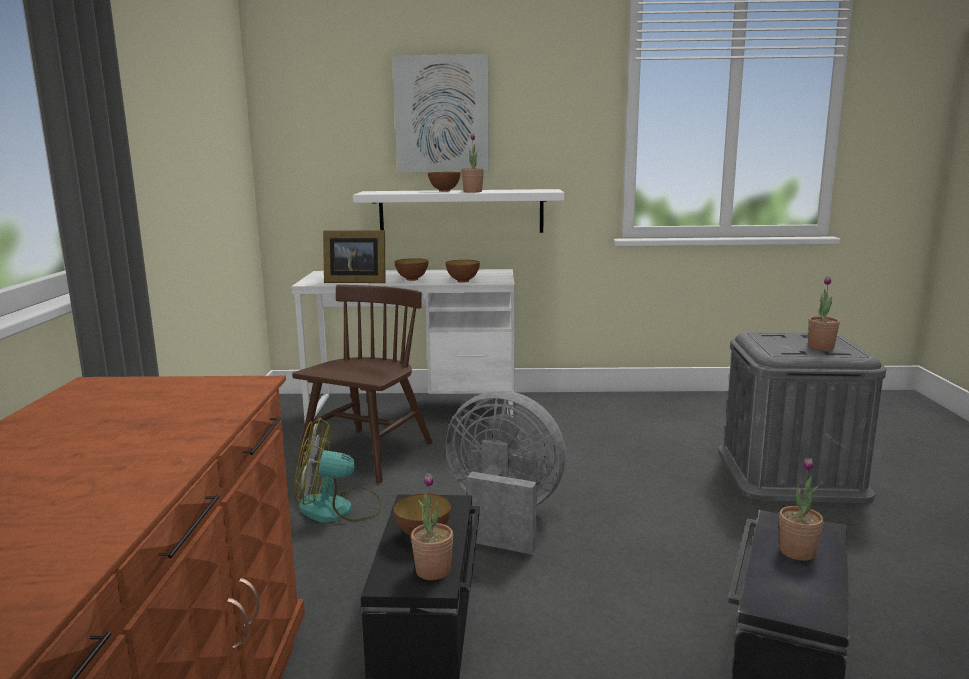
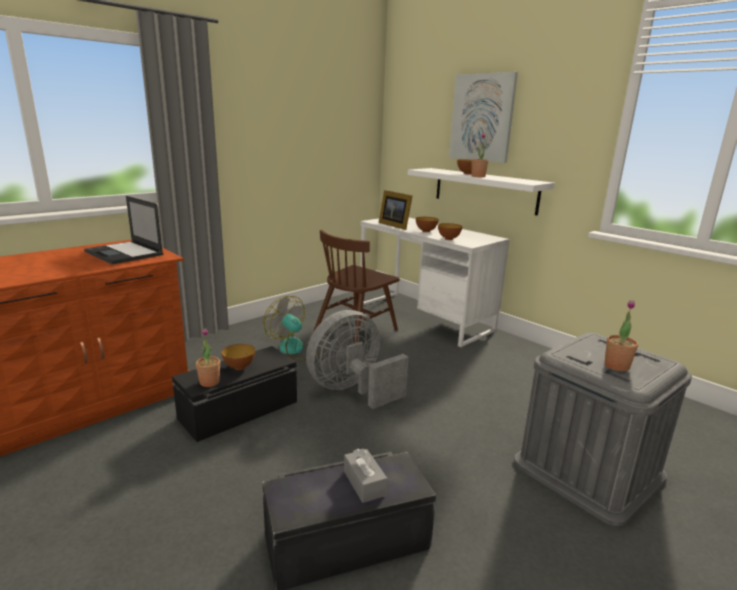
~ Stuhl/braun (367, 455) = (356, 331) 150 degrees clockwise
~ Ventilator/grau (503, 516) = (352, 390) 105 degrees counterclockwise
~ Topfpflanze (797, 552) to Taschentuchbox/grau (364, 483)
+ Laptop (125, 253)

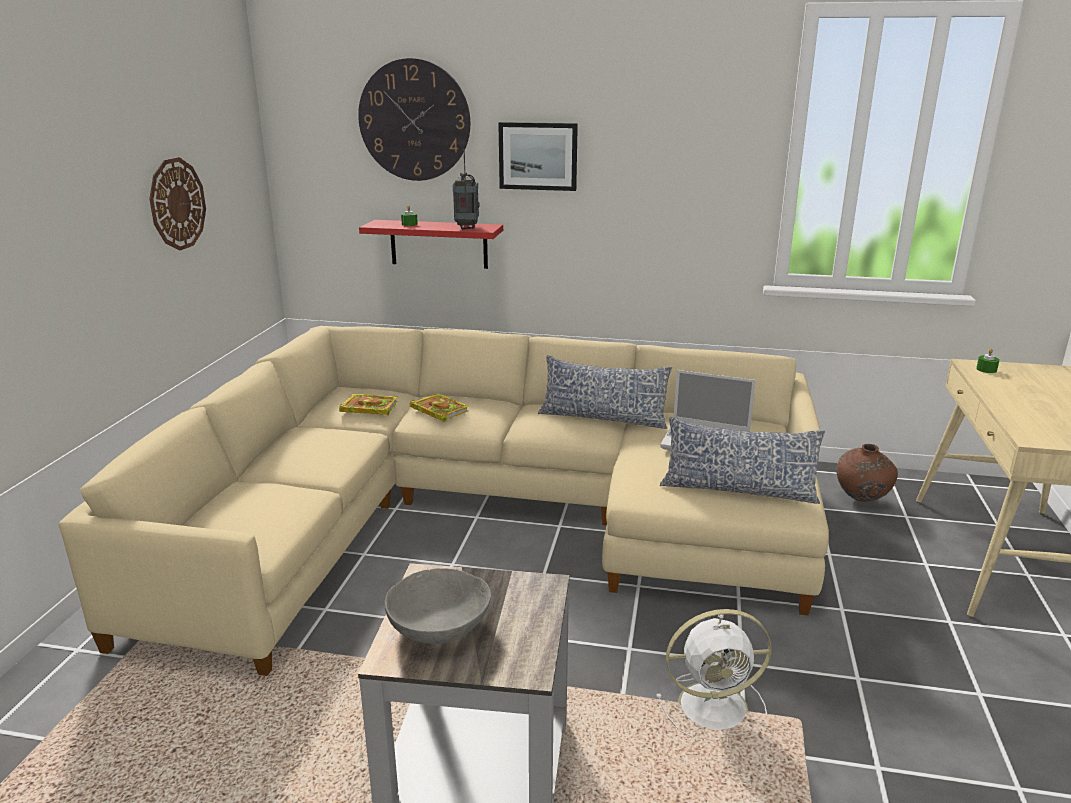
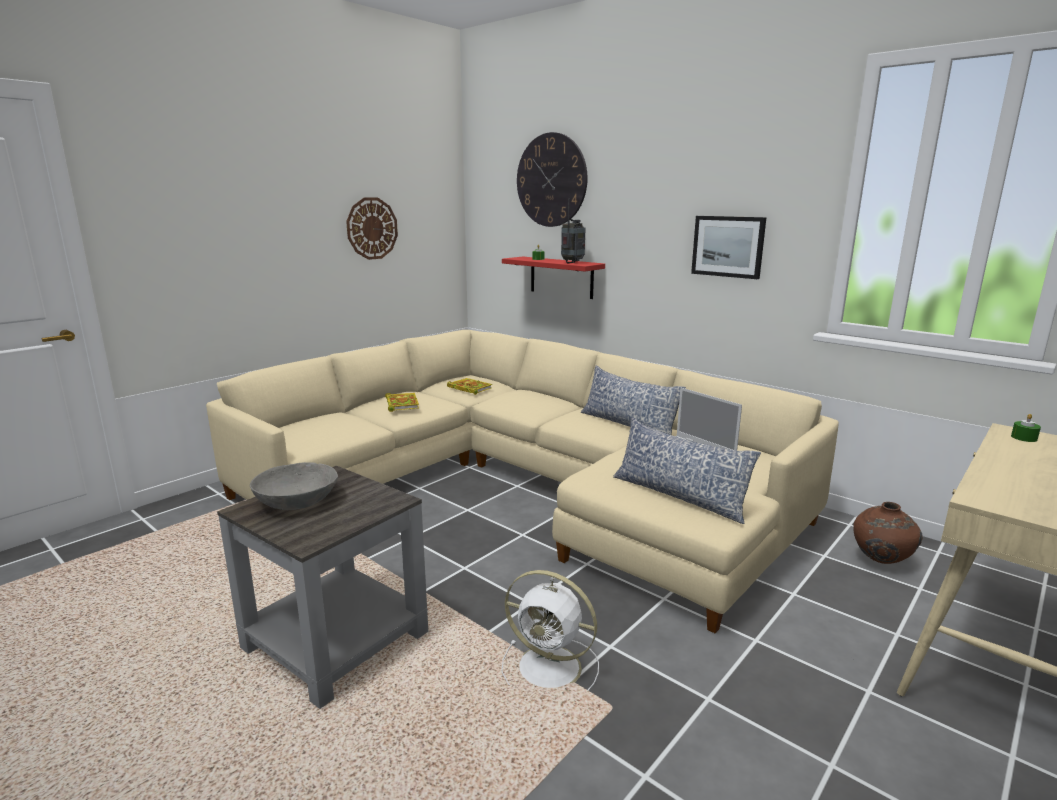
~ Bild (538, 156) to (728, 246)
~ Buch (438, 410) to (401, 404)

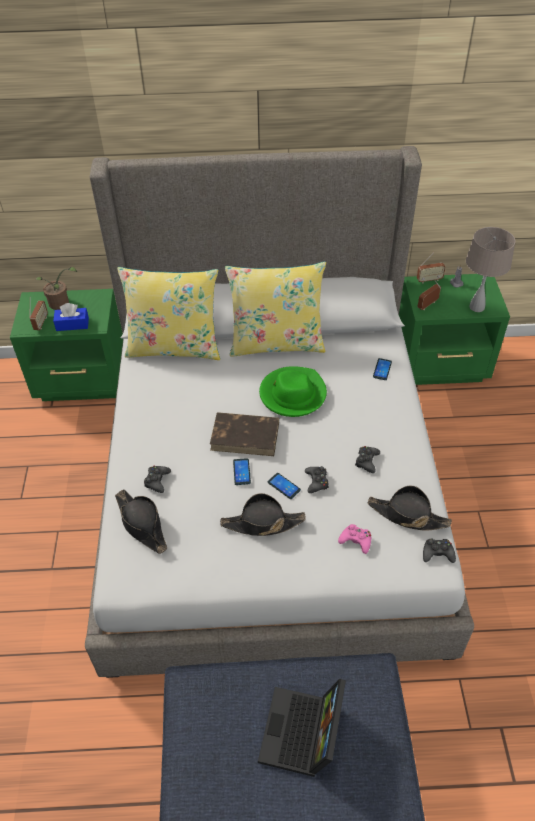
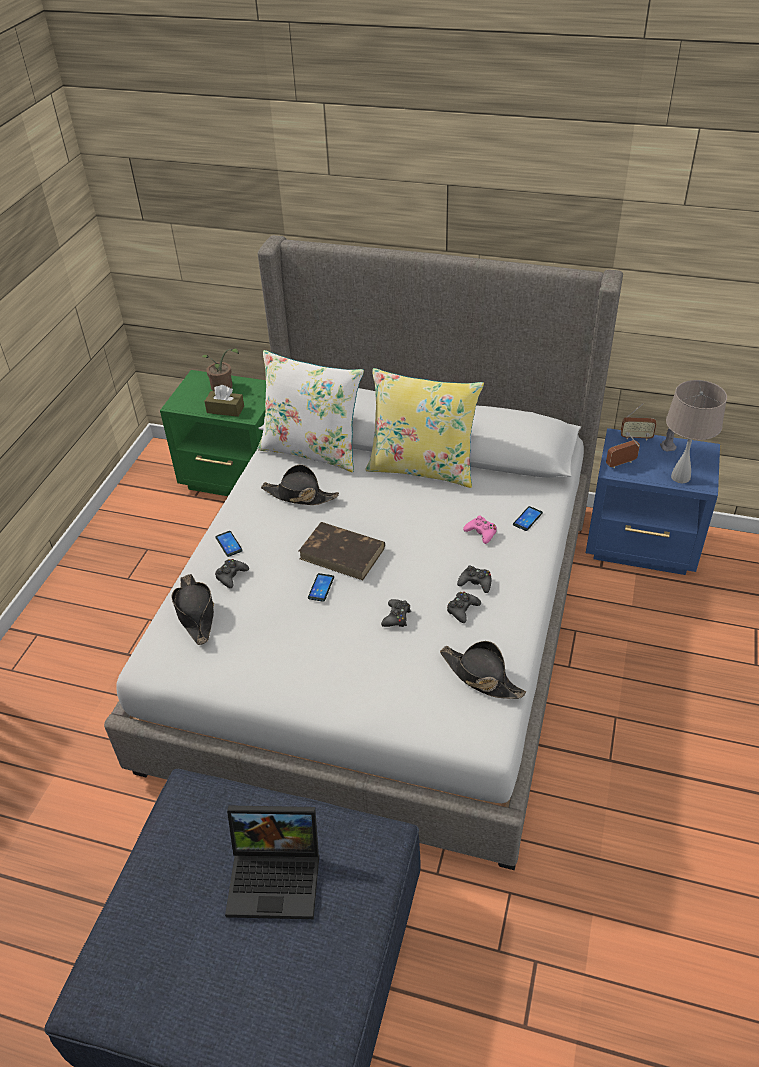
~ Kissen/gelb (174, 347) to Kissen/weiß (312, 450)
~ Nachttisch/grün (441, 365) to Nachttisch/blau (643, 546)
- Radio (41, 323)
~ Taschentuchbox/blau (72, 324) to Taschentuchbox/braun (225, 409)
- Hut/grün (292, 394)
~ Handy (284, 486) to (229, 544)
~ Hut/schwarz (262, 523) to (299, 495)
~ Gamepad/rosa (356, 540) to (481, 533)
~ Gamepad/schwarz (437, 553) to (475, 582)
~ Laptop (302, 735) = (277, 876) 120 degrees counterclockwise

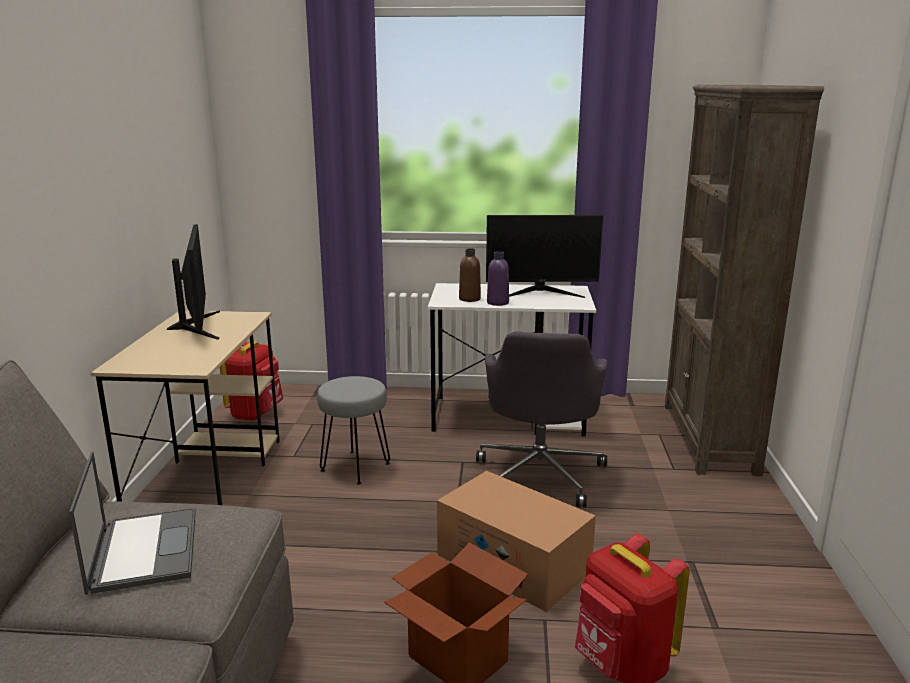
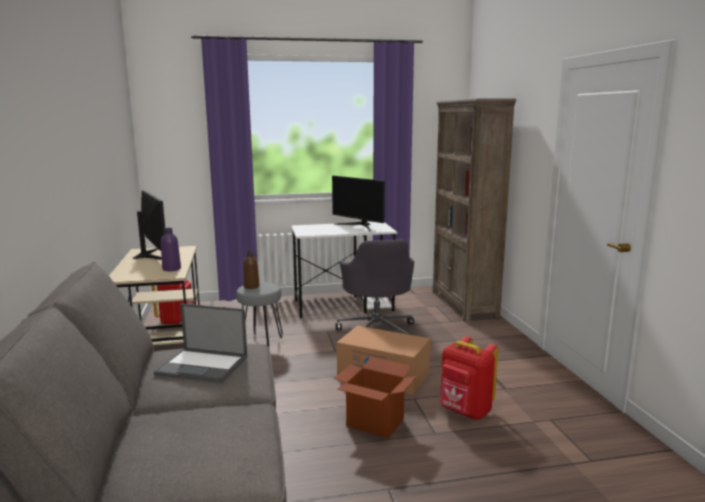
~ Monitor (541, 293) = (359, 226) 60 degrees clockwise
~ Flasche/braun (469, 299) to (251, 286)
~ Flasche/lila (497, 303) to (171, 269)
~ Laptop (144, 549) = (203, 366) 135 degrees clockwise

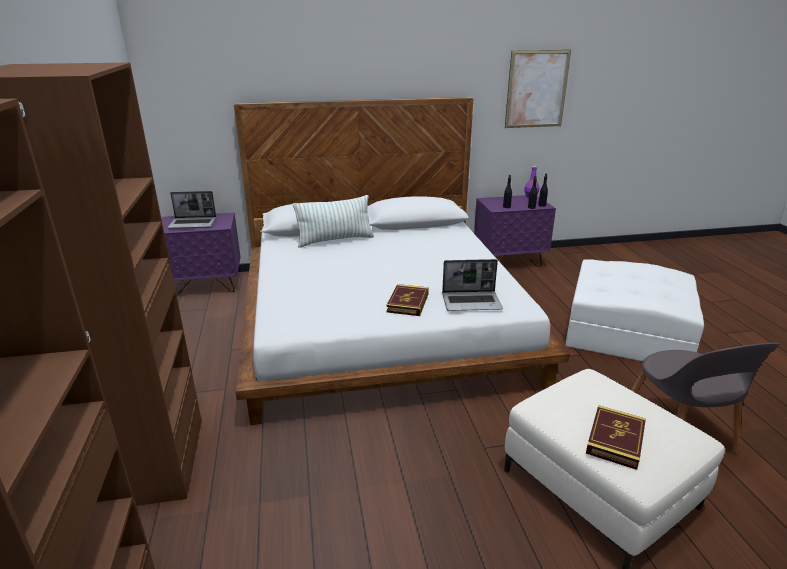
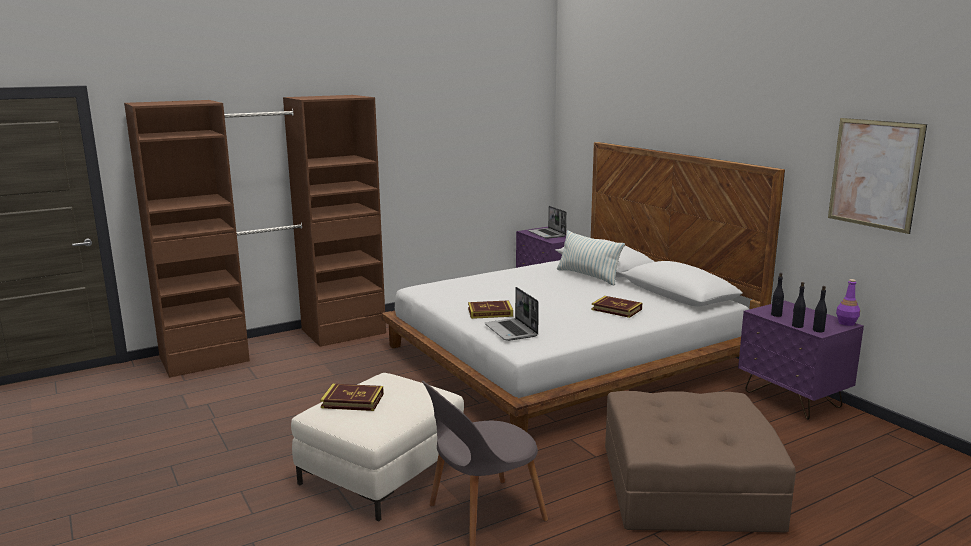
~ Polsterhocker/weiß (627, 330) to Polsterhocker/braun (689, 486)
+ Buch (616, 309)

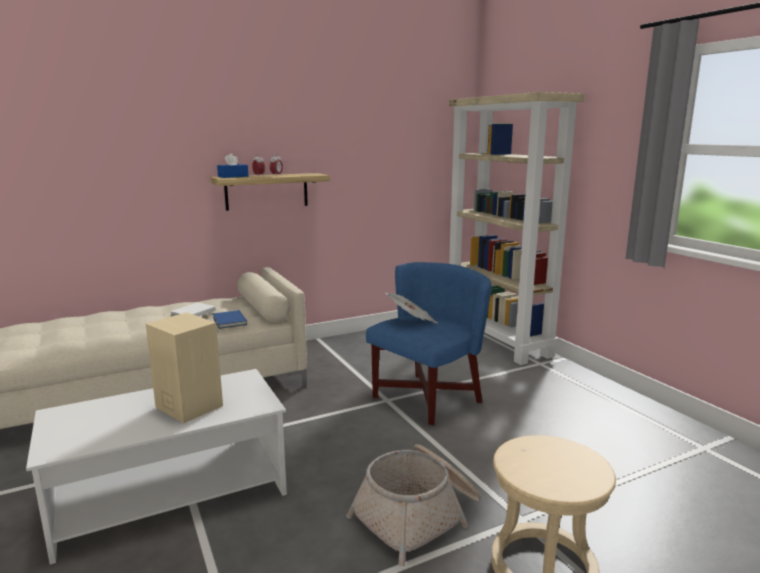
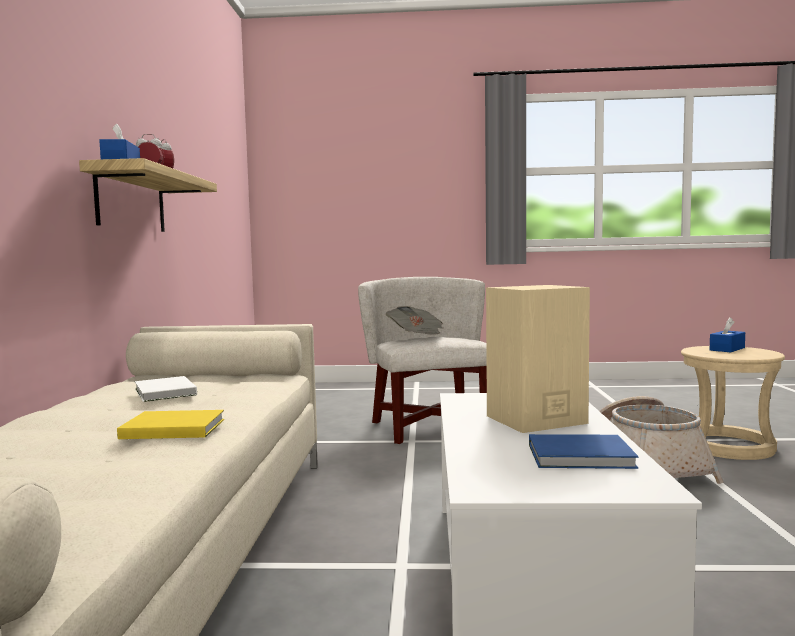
- Bücherregal/beige (498, 340)
~ Sessel/blau (426, 398) to Sessel/weiß (430, 428)
~ Buch/blau (229, 321) to (583, 456)
+ Taschentuchbox/blau (727, 349)
+ Buch/gelb (171, 428)

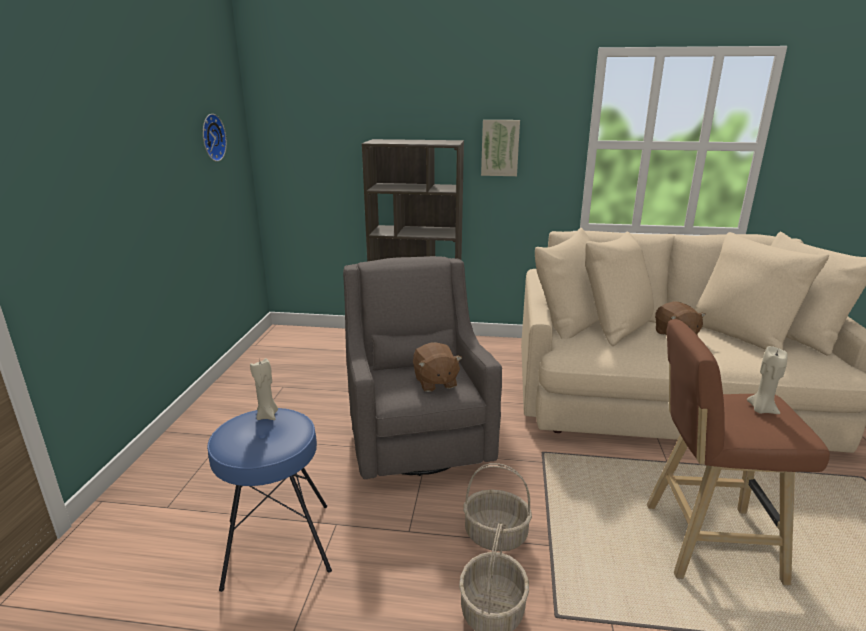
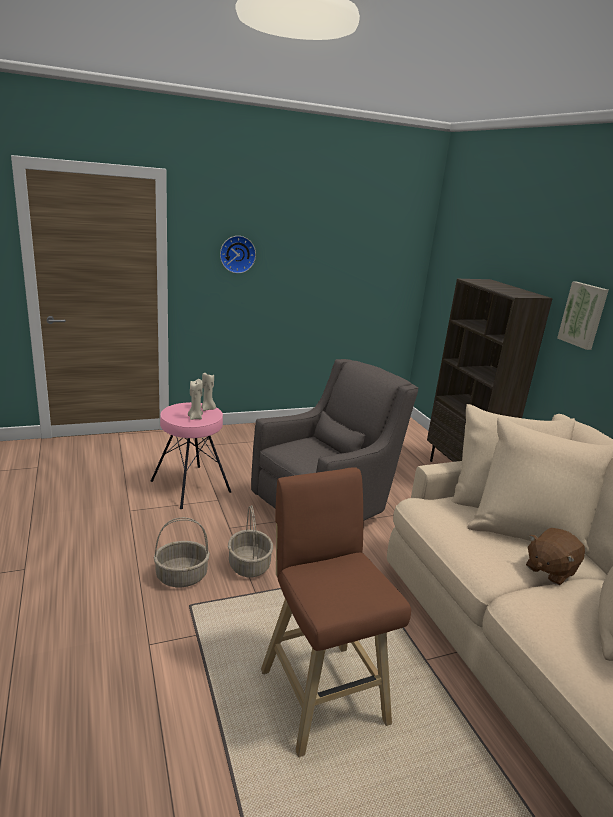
~ Wanduhr (211, 137) to (237, 254)
- Plüschtier/braun (435, 382)
~ Kerze/beige (761, 409) to (195, 417)
~ Hocker/blau (277, 543) to Hocker/rosa (191, 486)

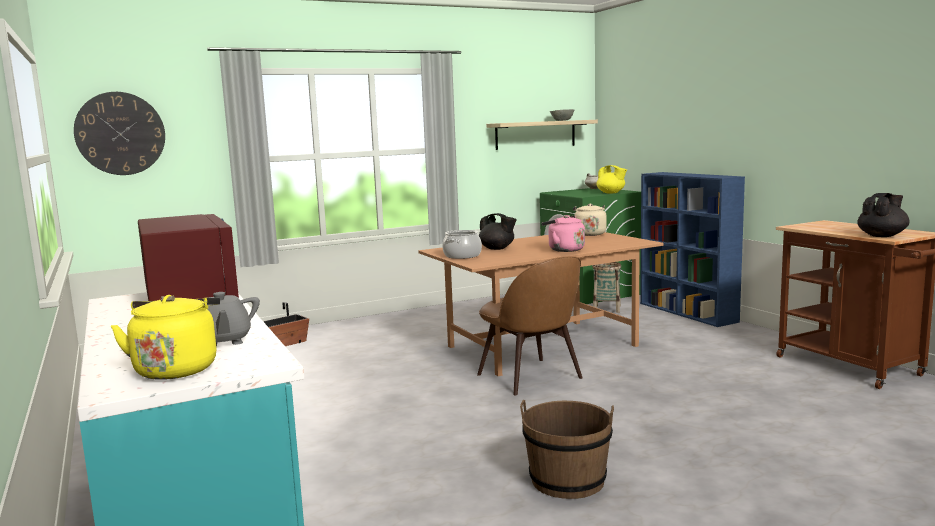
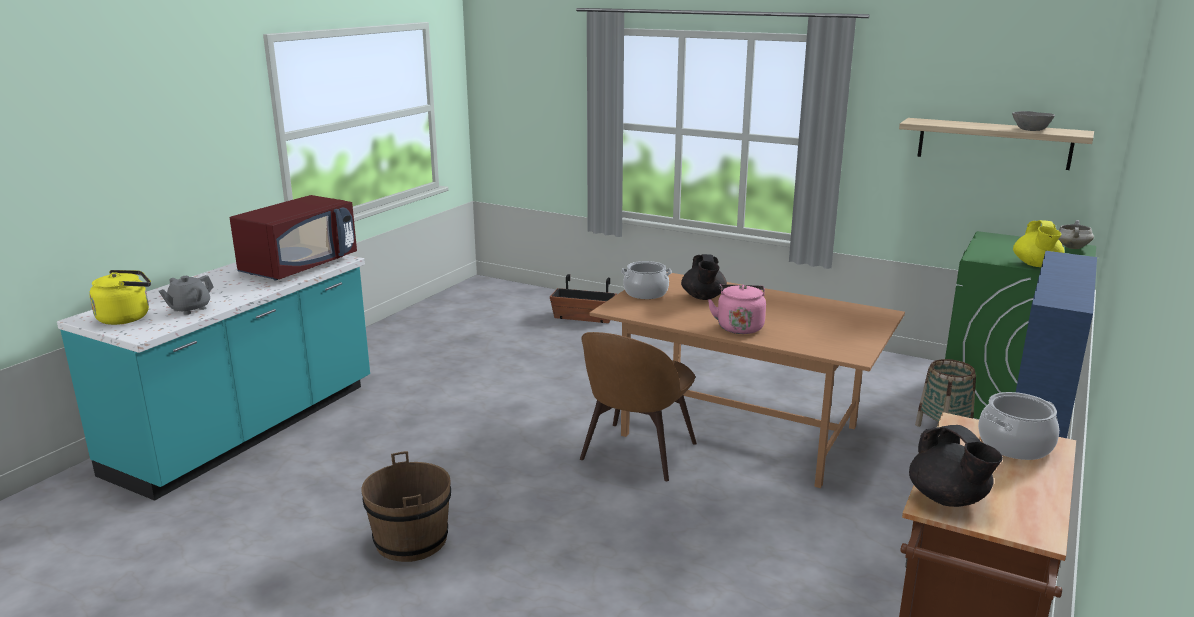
- Wanduhr (120, 133)
~ Teekanne/schwarz (882, 236) = (948, 499) 45 degrees clockwise
- Wasserkessel/beige (589, 234)
+ Kochtopf (1015, 445)

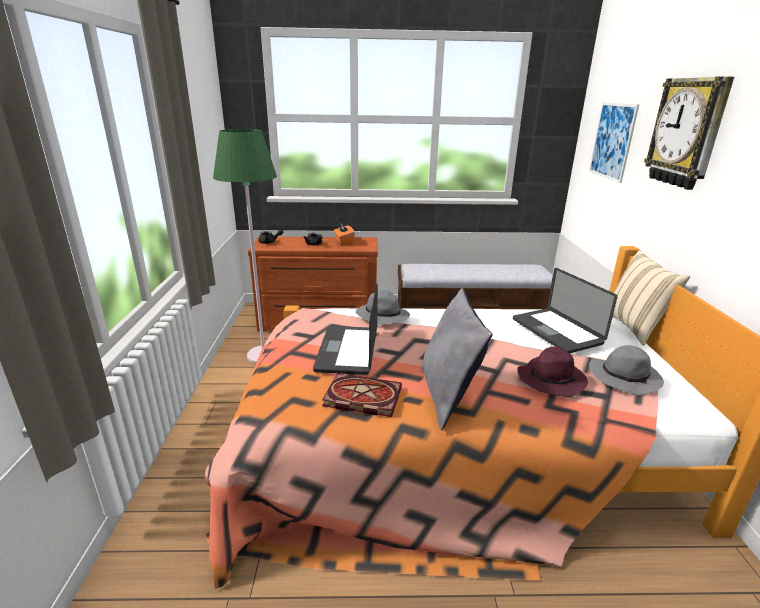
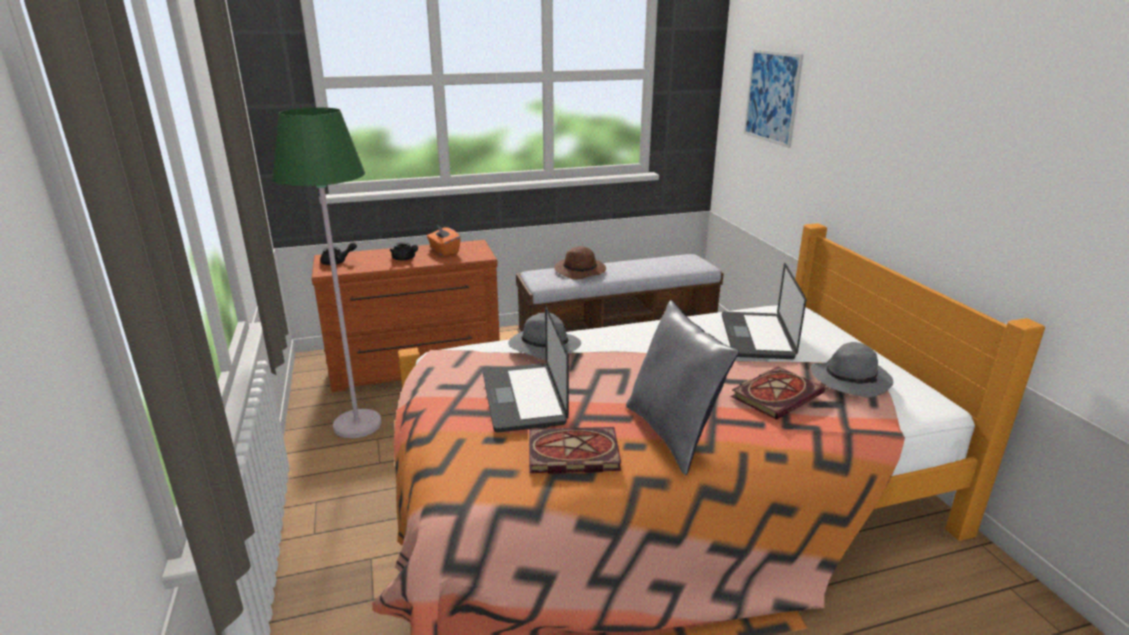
- Wanduhr (687, 133)
- Kissen/beige (633, 327)
~ Laptop (556, 331) = (756, 337) 45 degrees clockwise
~ Hut/lila (551, 379) to Buch (776, 394)
+ Hut/braun (580, 271)

